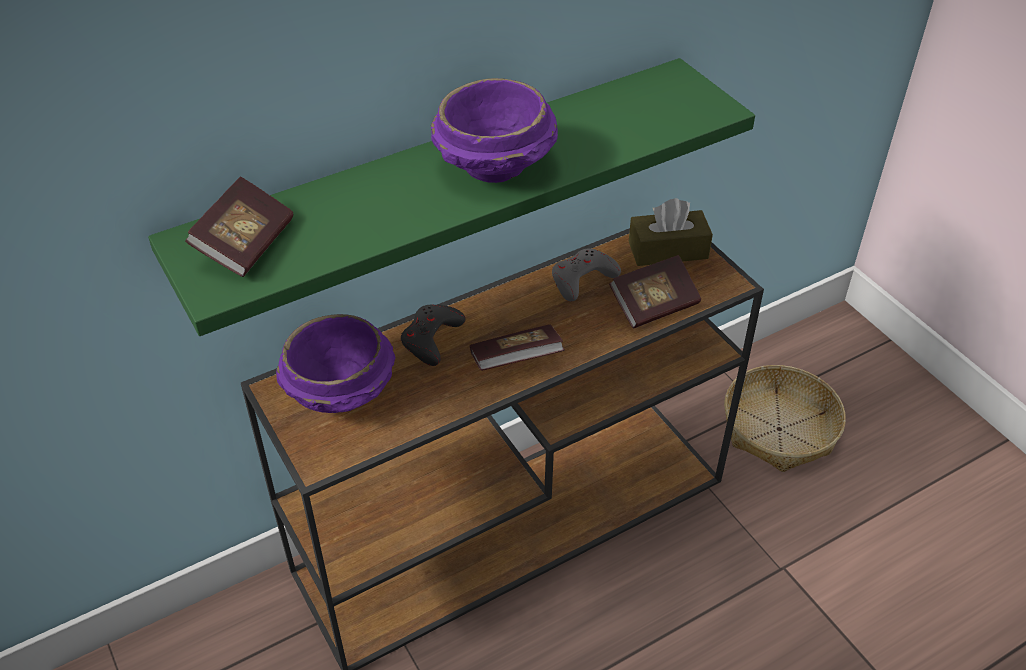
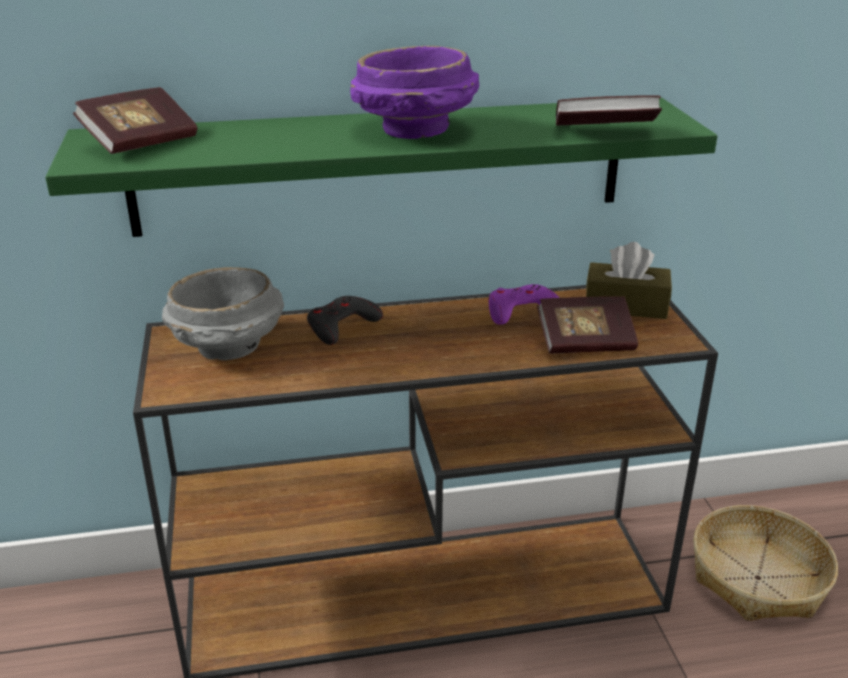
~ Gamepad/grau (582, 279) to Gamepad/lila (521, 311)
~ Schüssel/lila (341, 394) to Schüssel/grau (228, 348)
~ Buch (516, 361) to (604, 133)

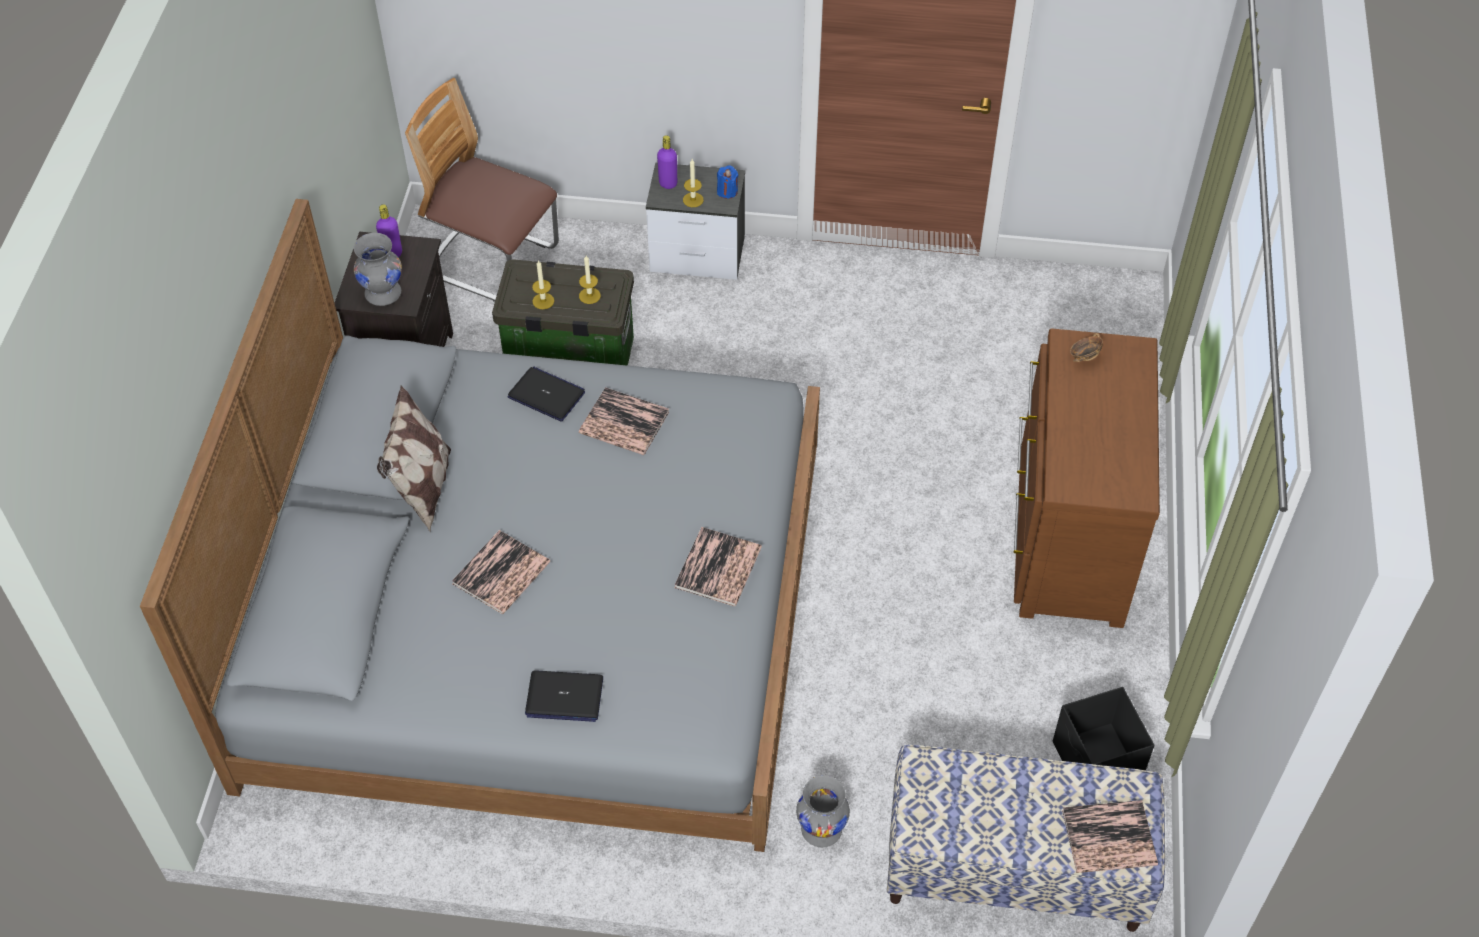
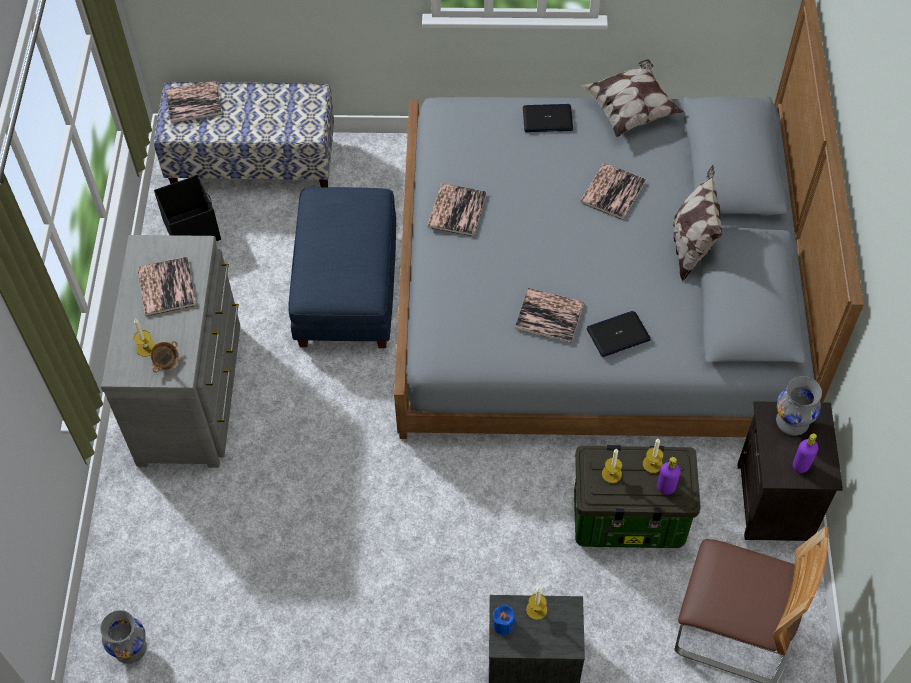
~ Flasche/lila (668, 183) to (666, 487)
~ Kommode/braun (1066, 537) to Kommode/grau (193, 392)
~ Laptop (547, 395) = (618, 334) 135 degrees clockwise
~ Vase/grau (822, 828) to (129, 649)
+ Kissen (631, 110)
+ Polsterhocker/blau (347, 290)
+ Buch (166, 287)
+ Kerze (146, 348)

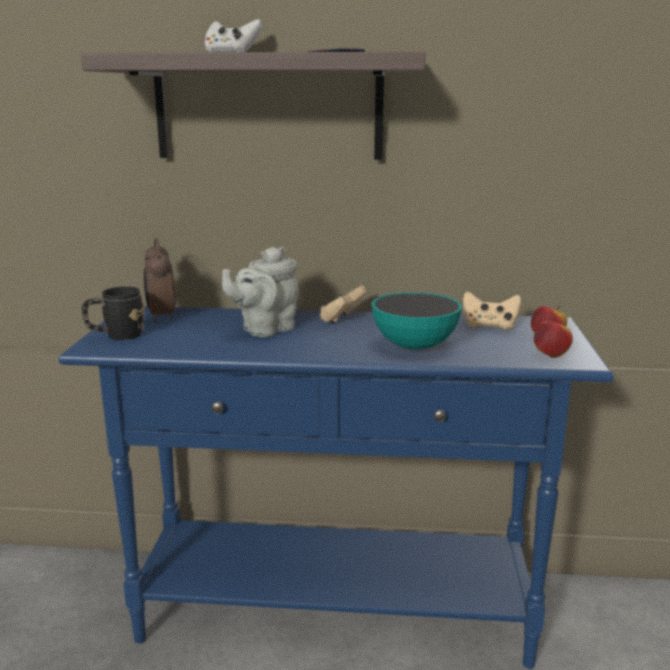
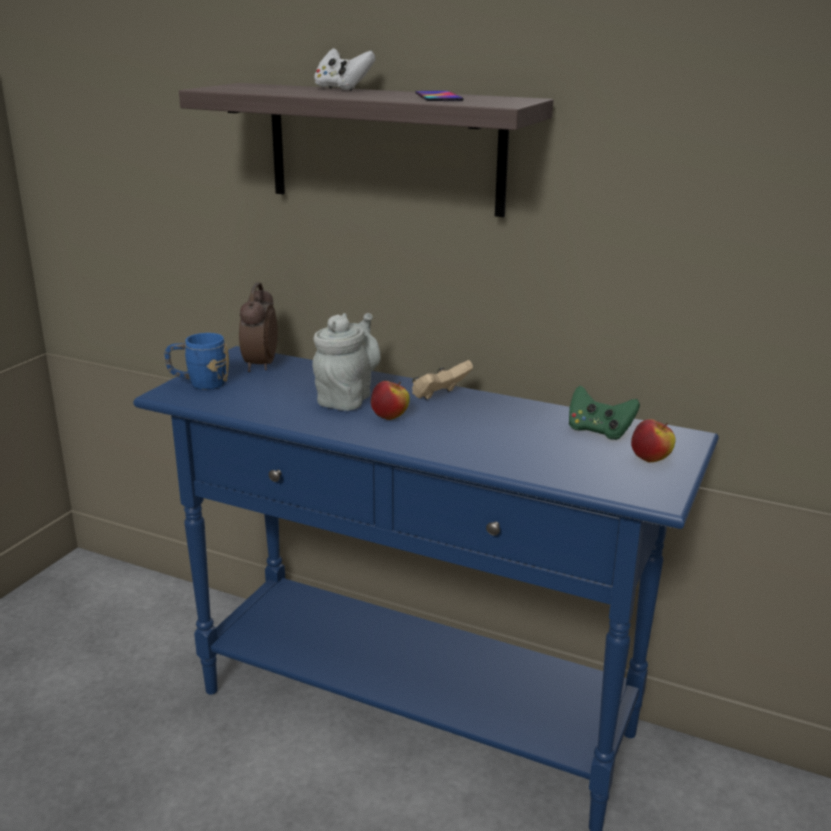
~ Teekanne/grau (265, 330) = (347, 398) 135 degrees clockwise
~ Henkelbecher/schwarz (116, 336) to Henkelbecher/blau (199, 384)
~ Gamepad/beige (489, 326) to Gamepad/grün (599, 431)
- Schüssel (414, 346)
~ Apfel (551, 355) to (390, 417)

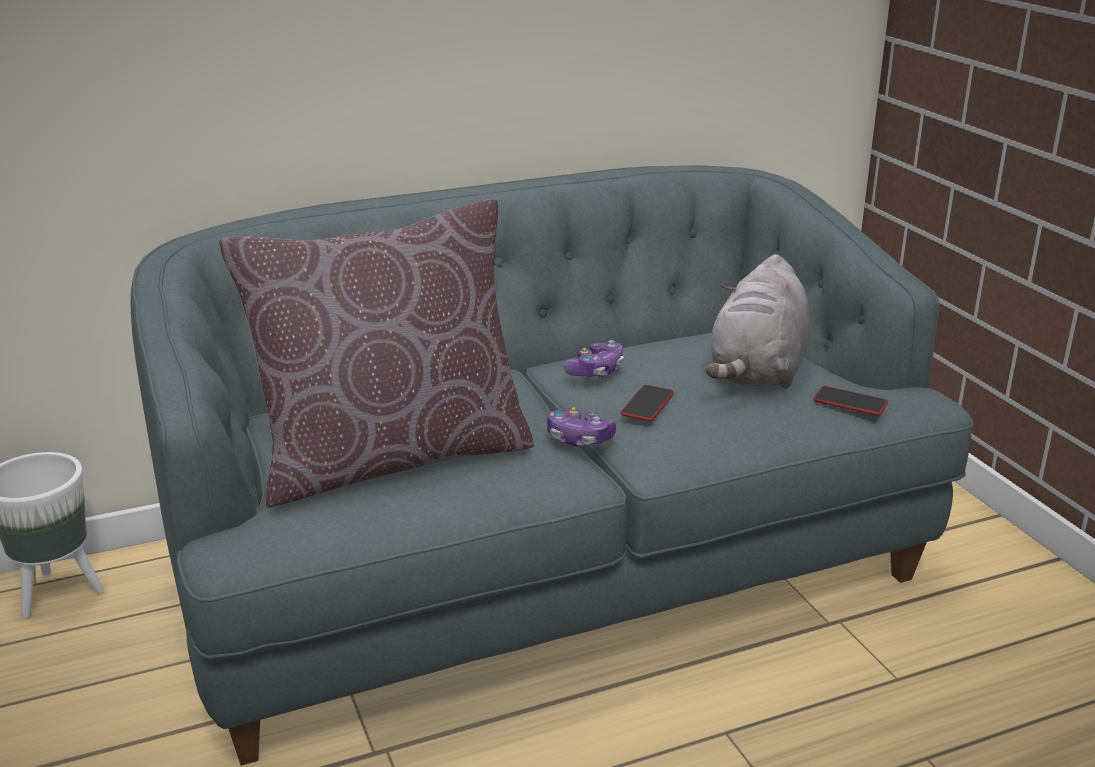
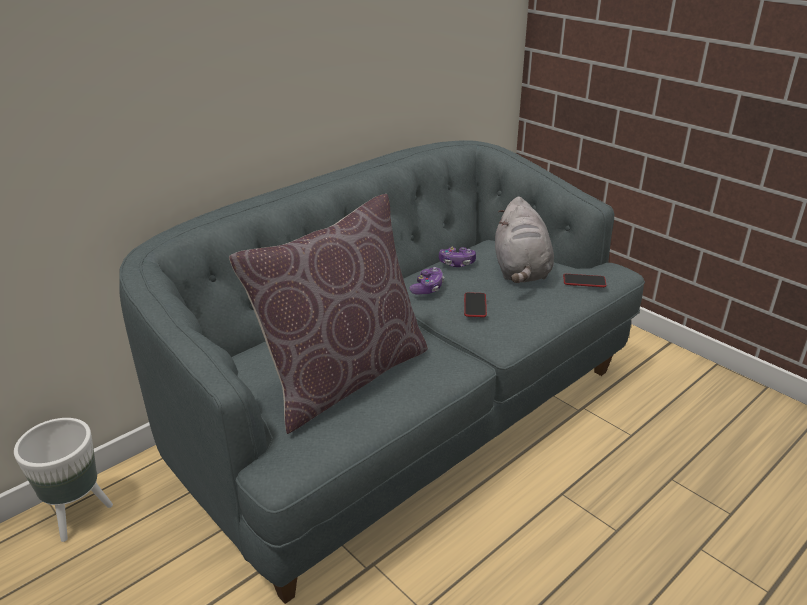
~ Gamepad (579, 438) to (457, 263)

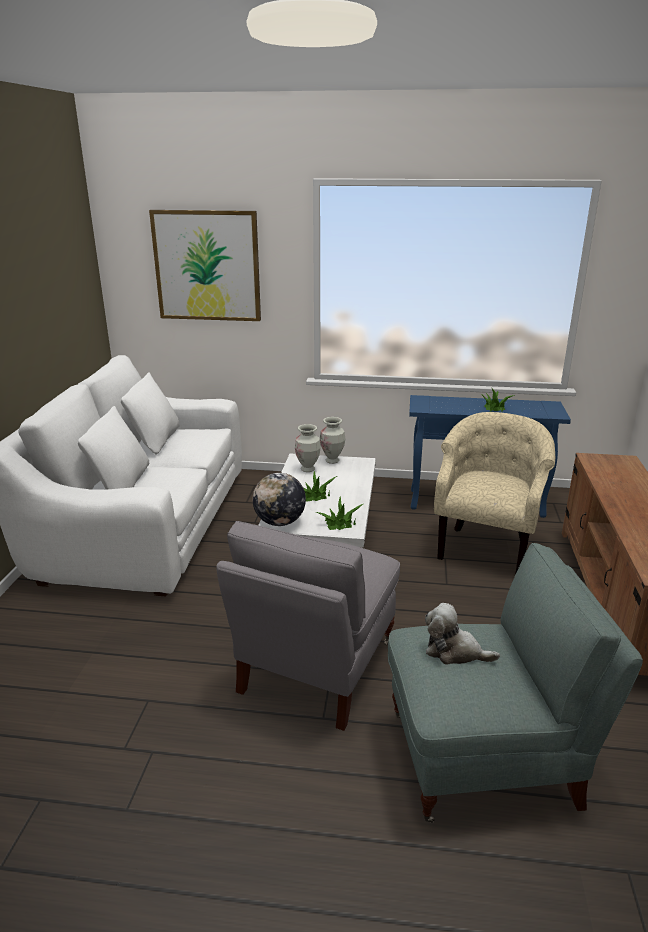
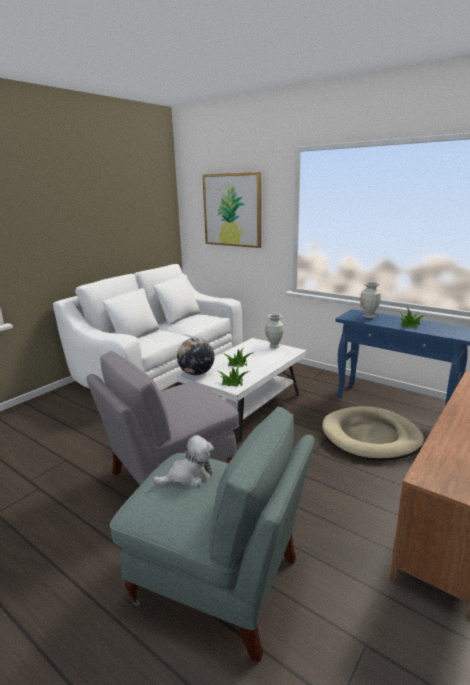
~ Sessel/beige (485, 548) to Hundebett/beige (370, 437)
~ Vase (308, 469) to (368, 316)
~ Plüschtier (454, 651) = (188, 476) 105 degrees clockwise

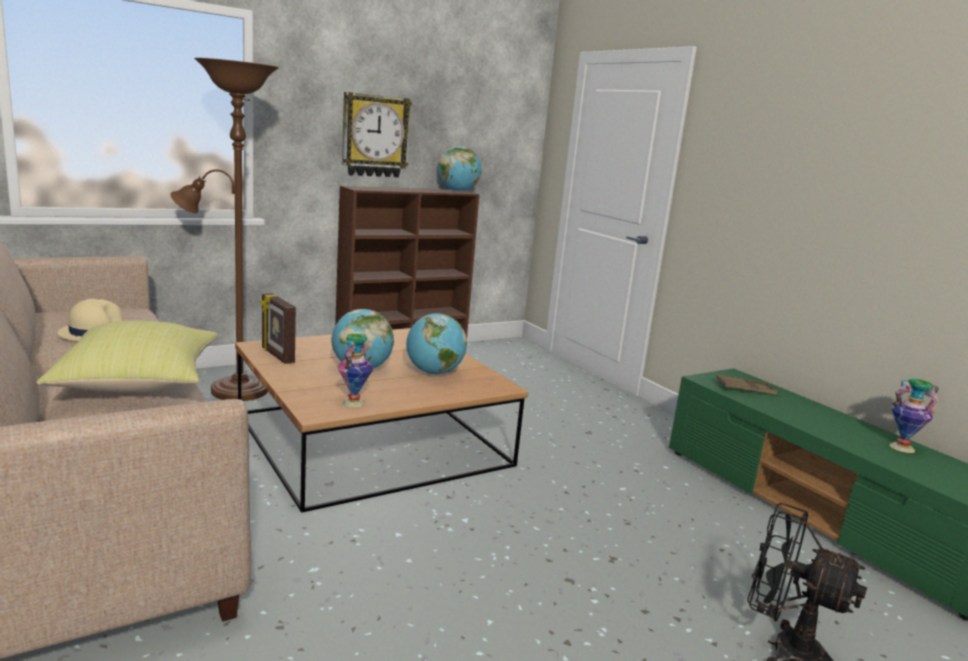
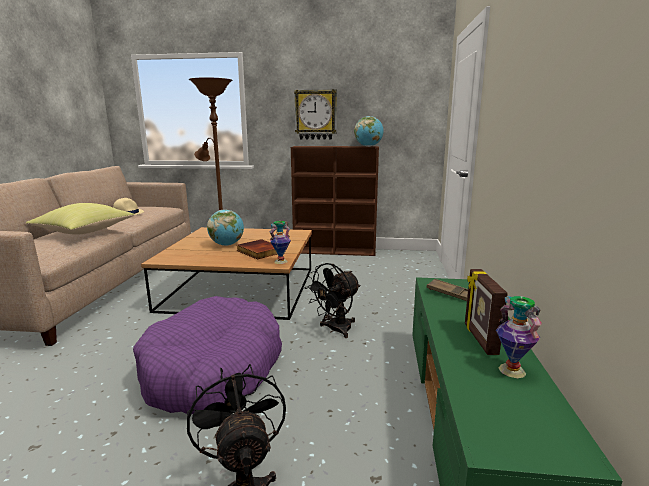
~ Bilderrahmen (277, 355) to (479, 339)
~ Globus (434, 373) to Buch (258, 251)
~ Vase (354, 403) to (281, 261)
+ Ventilator/schwarz (335, 330)
+ Hundebett/lila (213, 369)

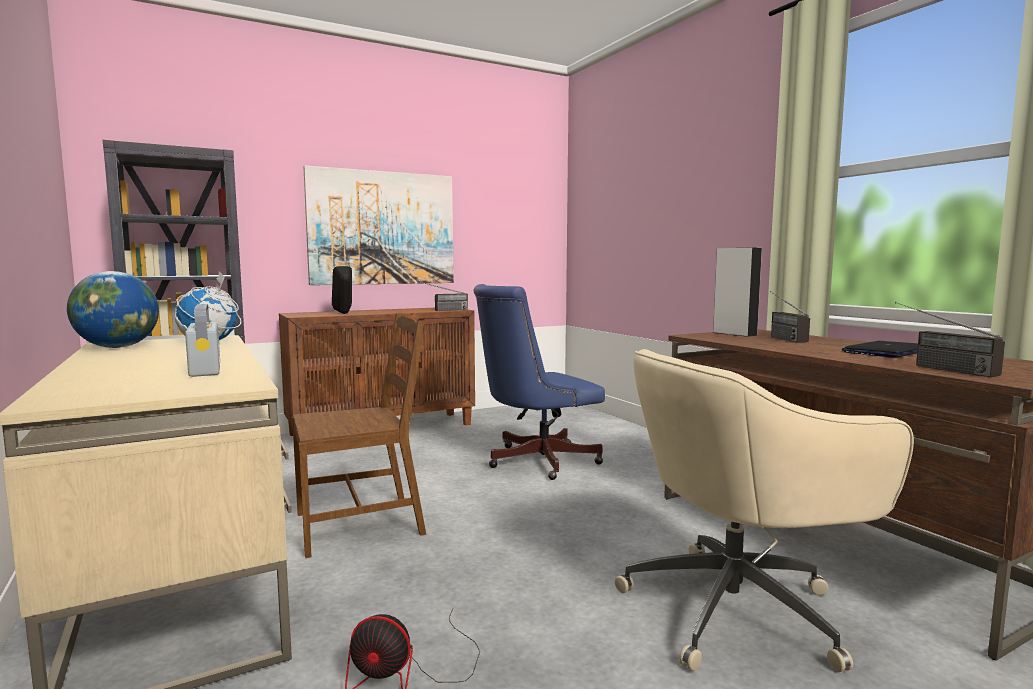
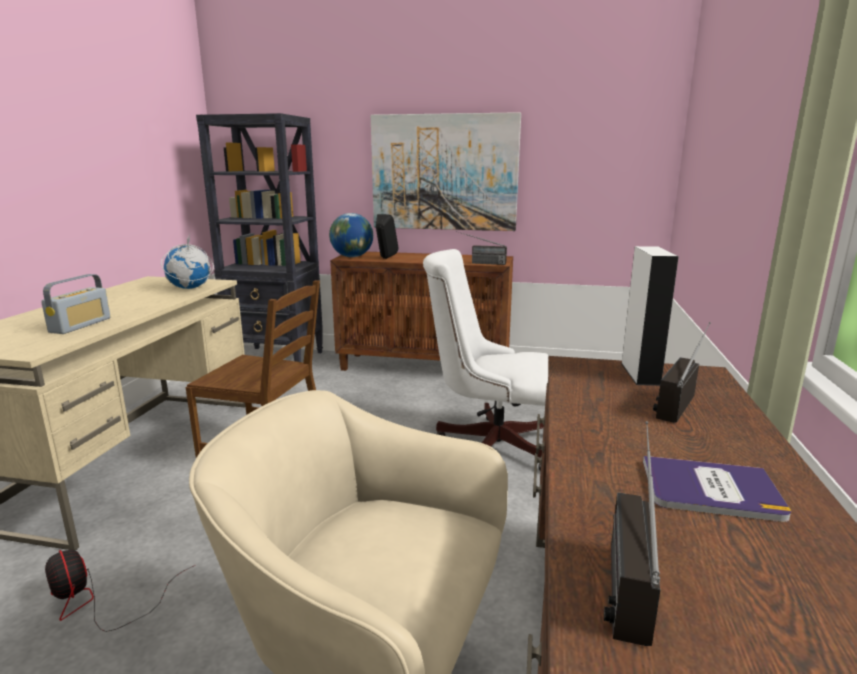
~ Globus (118, 347) to (352, 257)
~ Bürostuhl/blau (535, 461) to Bürostuhl/weiß (488, 444)
~ Laptop (885, 351) to Buch (711, 490)

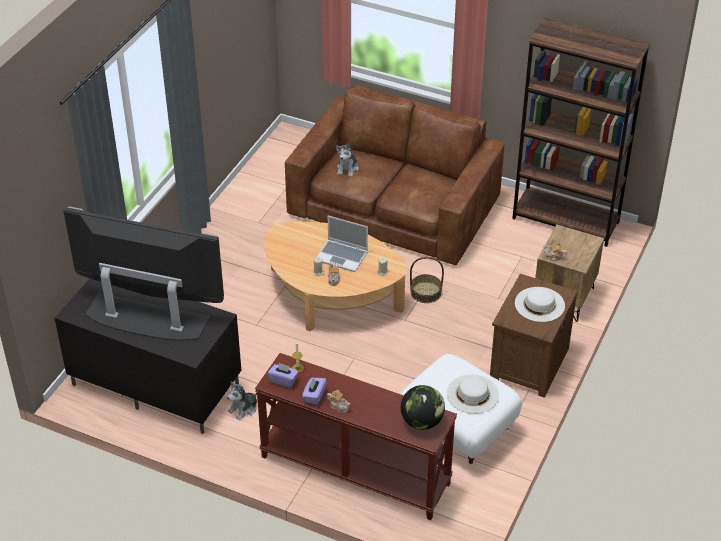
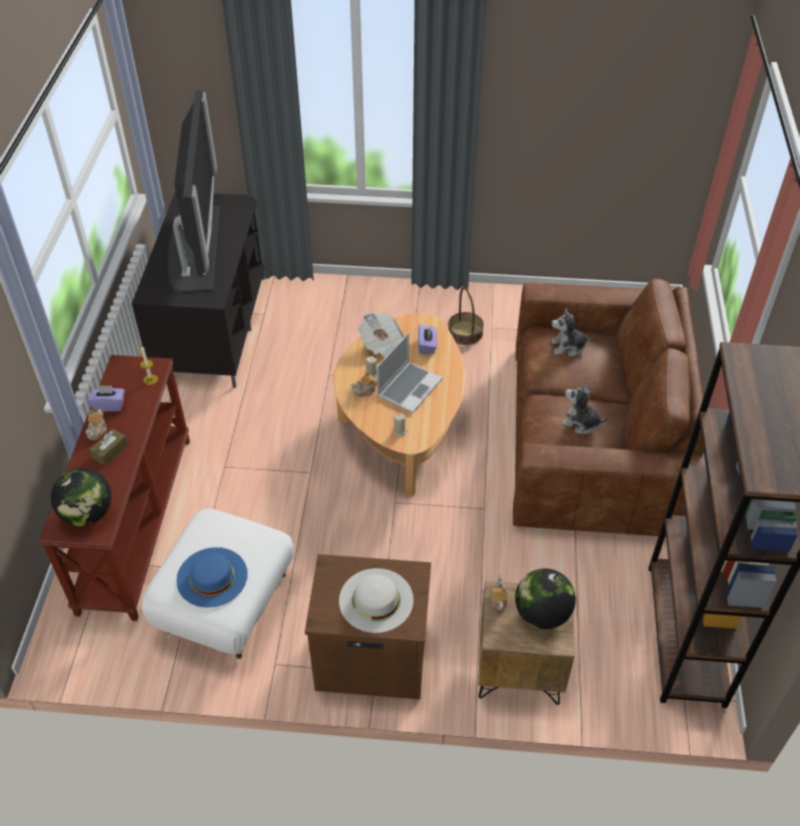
~ Laptop (342, 256) = (409, 387) 150 degrees counterclockwise
~ Korb (425, 292) to (465, 333)
~ Taschentuchbox/lila (283, 380) to (427, 346)
~ Hut/weiß (472, 394) to Hut/blau (212, 577)
~ Plüschtier (244, 408) to (581, 423)
+ Zeitung (383, 346)
+ Taschentuchbox/braun (110, 451)
+ Globus (542, 614)

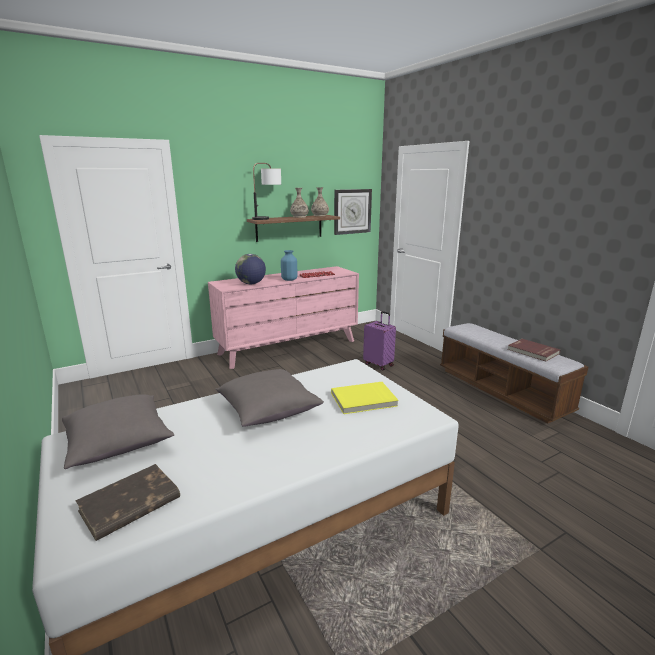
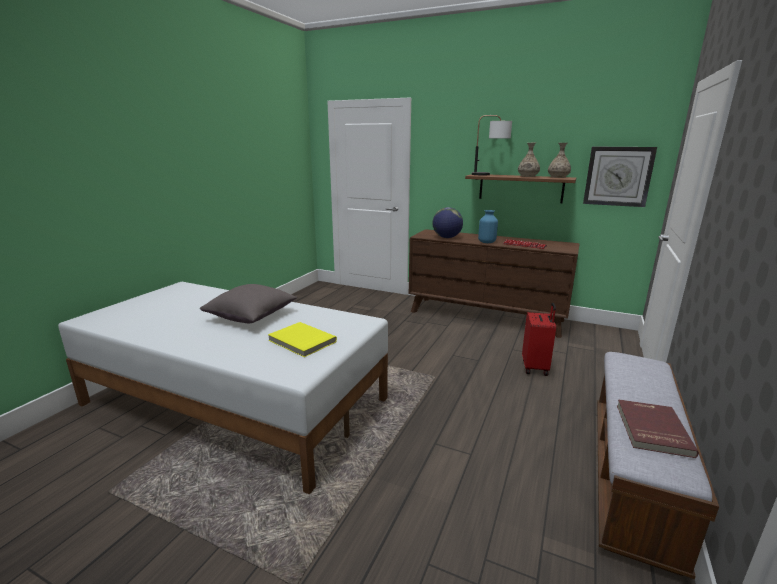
~ Kommode/rosa (288, 347) to Kommode/braun (486, 316)
~ Koffer/lila (379, 364) to Koffer/rot (535, 367)
- Kissen/grau (119, 444)
- Buch/braun (129, 505)

